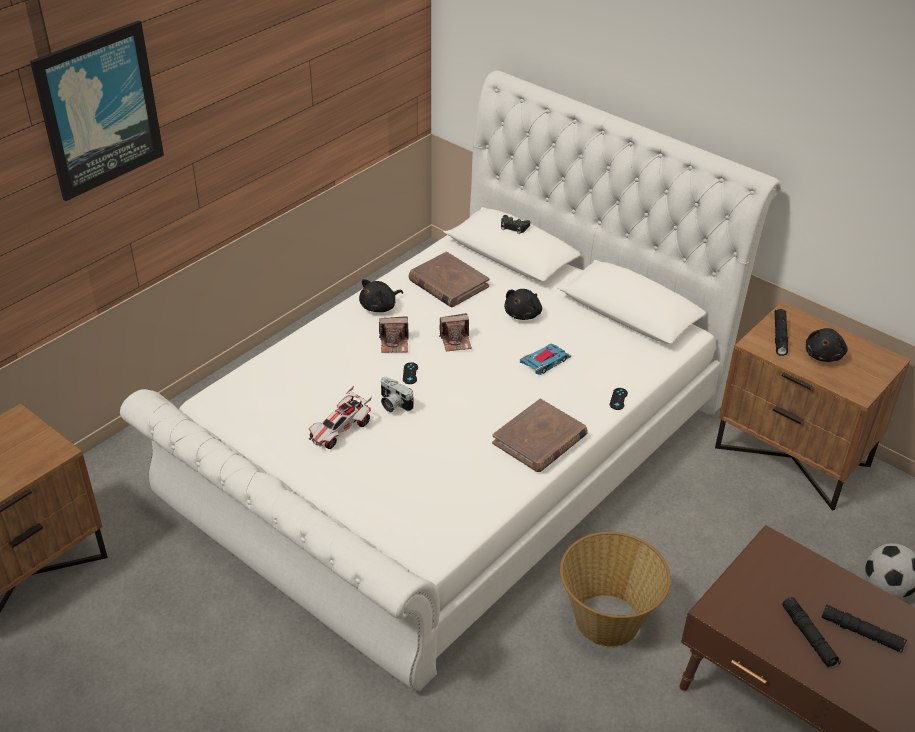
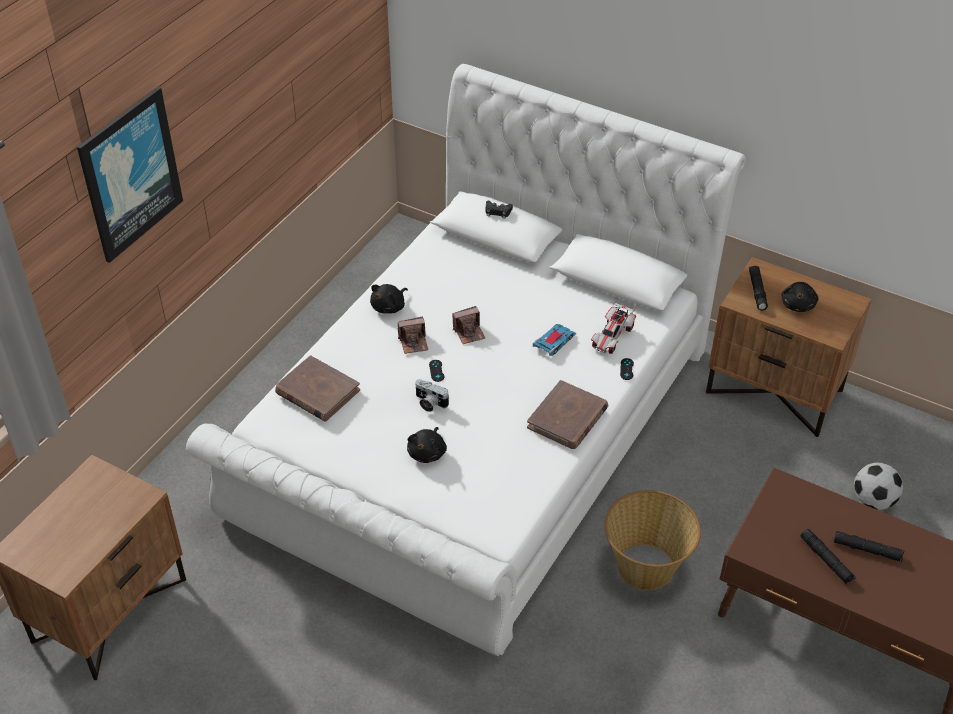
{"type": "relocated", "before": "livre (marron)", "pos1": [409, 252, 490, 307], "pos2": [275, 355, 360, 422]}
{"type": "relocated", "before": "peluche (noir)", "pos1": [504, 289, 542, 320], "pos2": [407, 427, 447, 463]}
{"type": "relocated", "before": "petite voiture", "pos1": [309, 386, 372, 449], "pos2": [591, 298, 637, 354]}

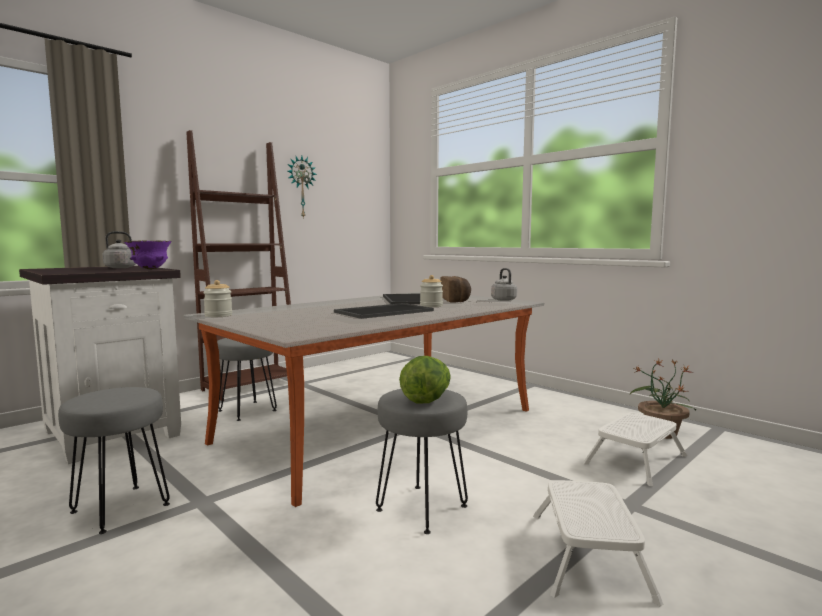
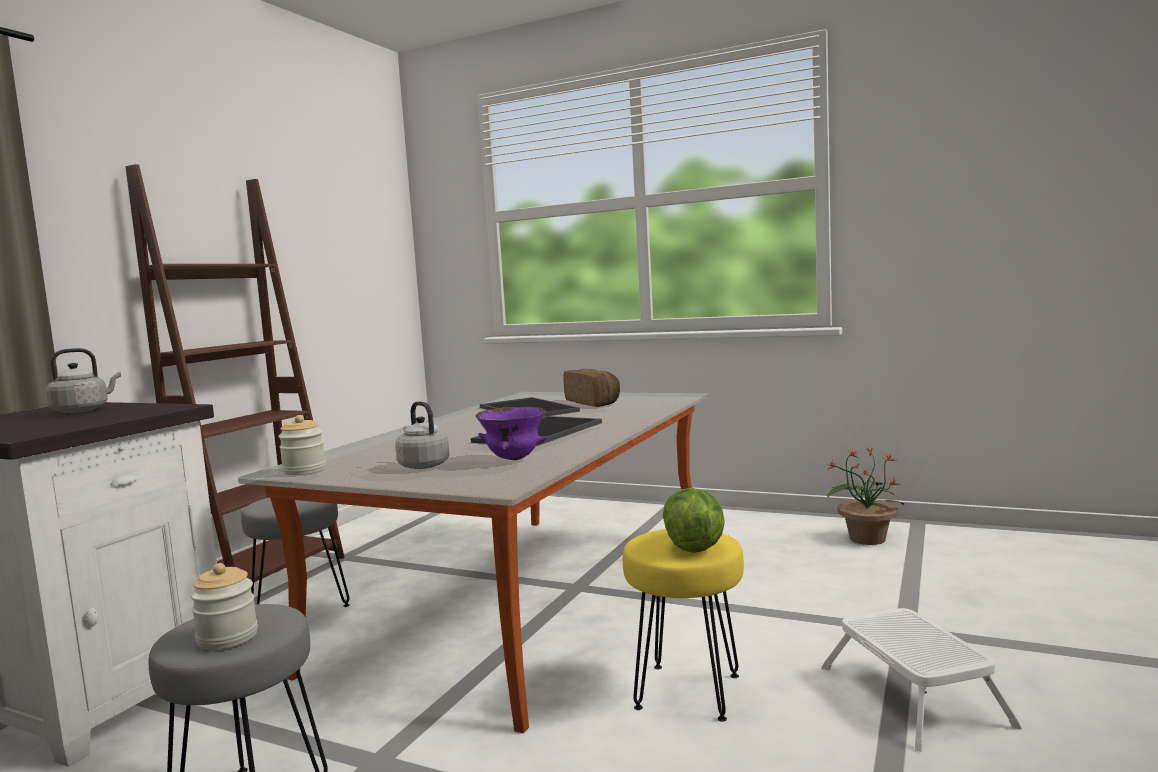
{"type": "missing", "before": "horloge murale", "pos1": [287, 156, 317, 219]}
{"type": "relocated", "before": "bol (violet)", "pos1": [124, 241, 171, 269], "pos2": [476, 407, 547, 460]}
{"type": "relocated", "before": "bouilloire (gris)", "pos1": [491, 268, 517, 301], "pos2": [395, 401, 449, 469]}
{"type": "relocated", "before": "bocal", "pos1": [420, 275, 443, 307], "pos2": [190, 563, 258, 650]}
{"type": "colour", "before": "tabouret (gris)", "after": "tabouret (jaune)", "pos1": [376, 389, 468, 534], "pos2": [623, 529, 744, 722]}
{"type": "missing", "before": "escabeau (blanc)", "pos1": [583, 412, 687, 486]}

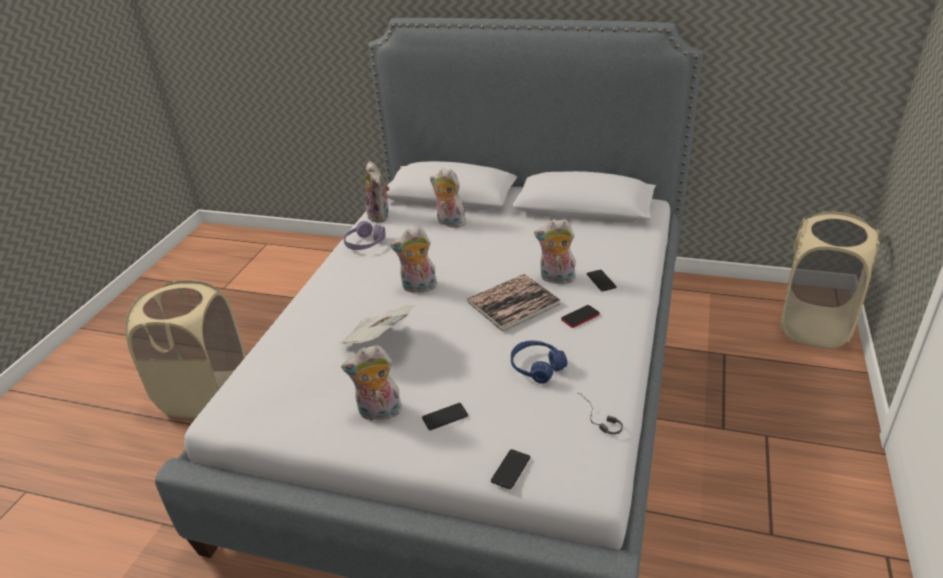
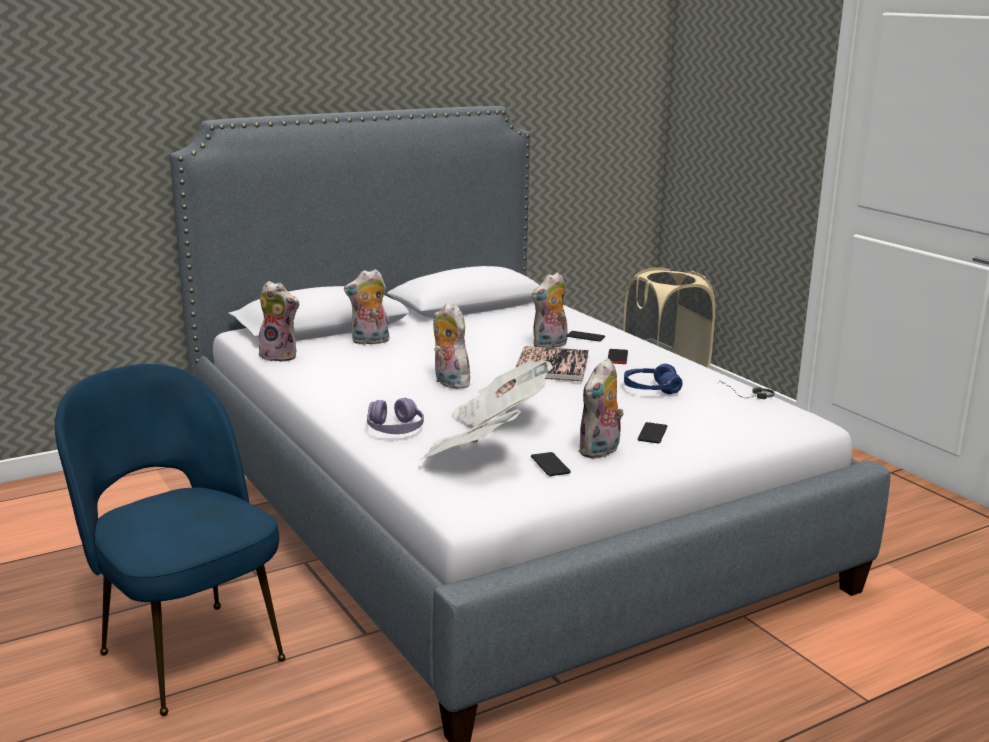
{"type": "relocated", "before": "casque audio (violet)", "pos1": [343, 221, 385, 250], "pos2": [367, 398, 424, 434]}
{"type": "spun", "before": "peluche", "pos1": [390, 227, 437, 293], "pos2": [433, 303, 470, 389], "turn": 105}
{"type": "exchanged", "before": "panier à linge (beige)", "after": "chaise (bleu)", "pos1": [125, 280, 246, 418], "pos2": [55, 364, 285, 716]}
{"type": "relocated", "before": "téléphone", "pos1": [491, 449, 530, 489], "pos2": [531, 452, 571, 476]}
{"type": "appeared", "after": "journal", "pos2": [420, 408, 521, 460]}

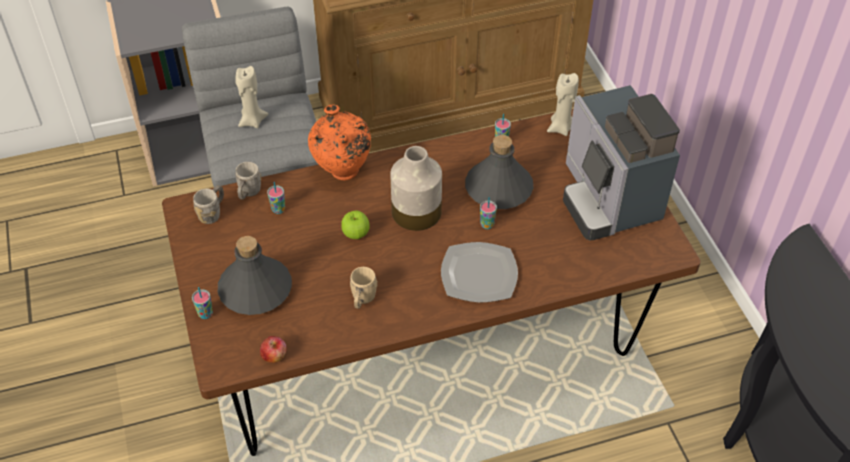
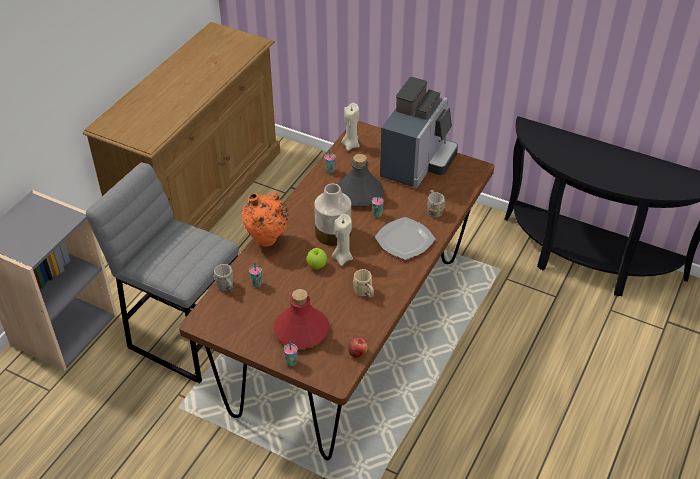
{"type": "relocated", "before": "bougie (beige)", "pos1": [235, 66, 268, 128], "pos2": [332, 214, 353, 266]}
{"type": "spun", "before": "machine à café", "pos1": [563, 85, 680, 240], "pos2": [380, 77, 458, 189], "turn": -90}
{"type": "relocated", "before": "mug (gris)", "pos1": [193, 185, 224, 224], "pos2": [427, 190, 445, 218]}
{"type": "colour", "before": "bouteille (gris)", "after": "bouteille (rouge)", "pos1": [218, 236, 292, 315], "pos2": [274, 289, 329, 349]}

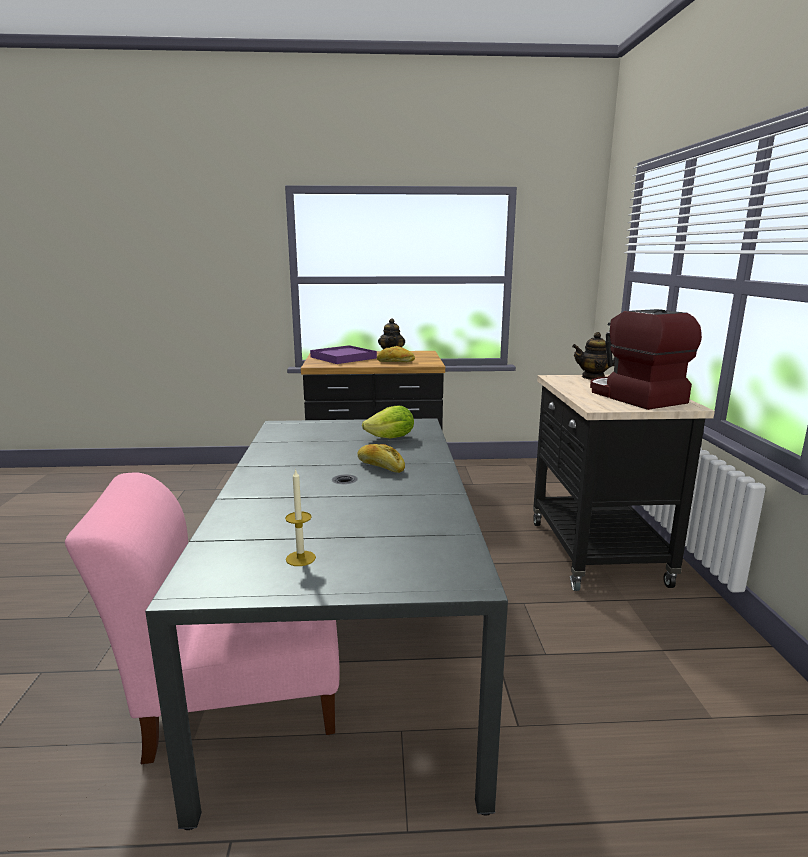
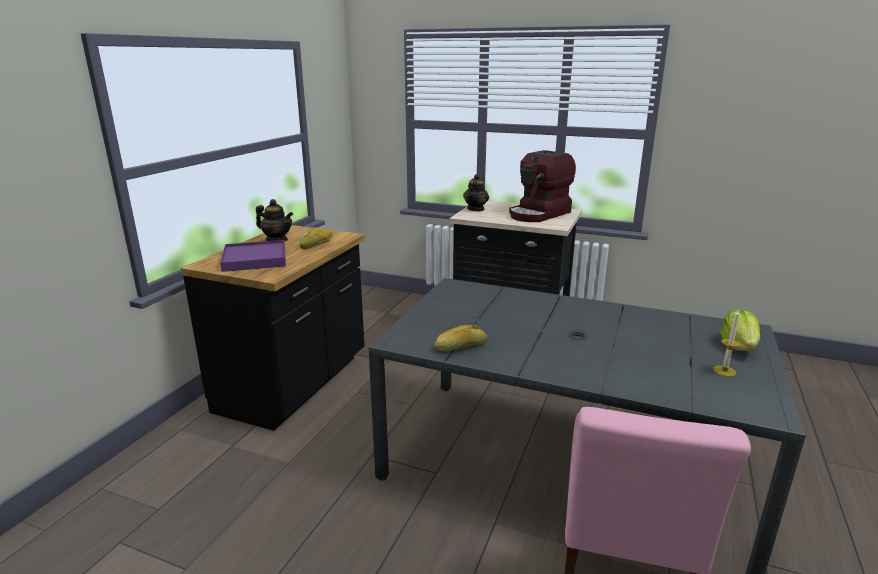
{"type": "spun", "before": "machine à café", "pos1": [590, 309, 702, 410], "pos2": [509, 150, 576, 222], "turn": -45}
{"type": "relocated", "before": "laitue", "pos1": [362, 405, 414, 438], "pos2": [720, 309, 760, 351]}
{"type": "relocated", "before": "pain", "pos1": [357, 444, 405, 473], "pos2": [434, 325, 487, 351]}

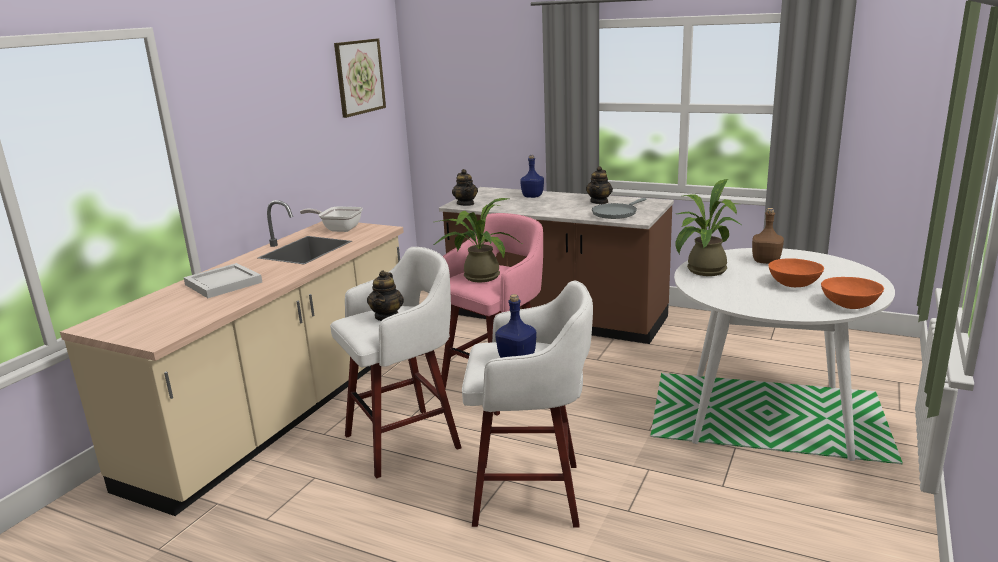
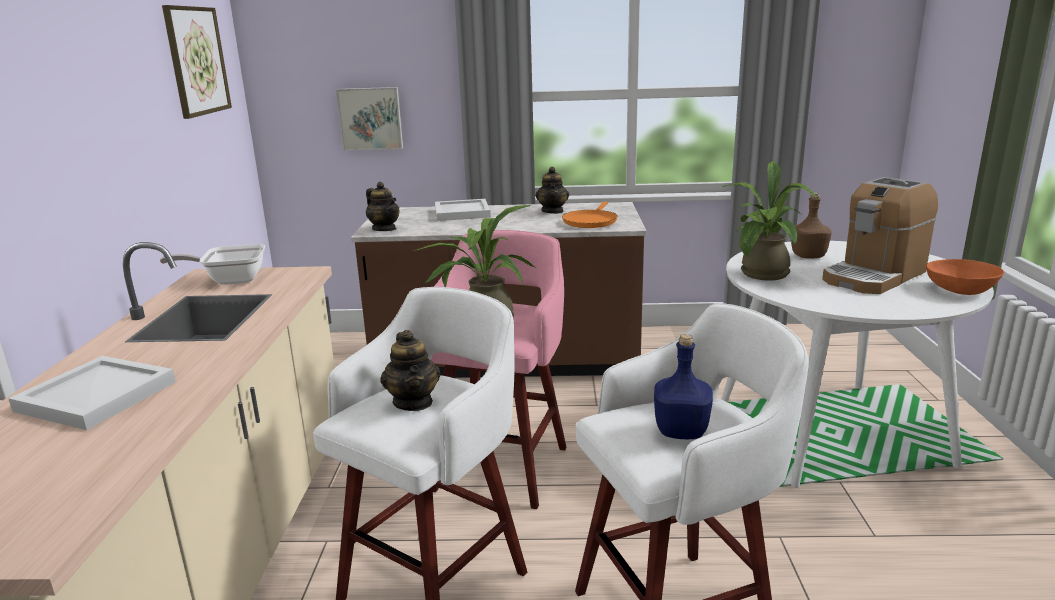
{"type": "exchanged", "before": "bouteille (bleu)", "after": "plateau (blanc)", "pos1": [520, 155, 544, 198], "pos2": [435, 199, 491, 221]}
{"type": "colour", "before": "poêle (gris)", "after": "poêle (orange)", "pos1": [592, 198, 647, 219], "pos2": [562, 201, 617, 228]}
{"type": "exchanged", "before": "bol (orange)", "after": "machine à café", "pos1": [768, 258, 824, 287], "pos2": [822, 177, 938, 294]}
{"type": "appeared", "after": "tableau", "pos2": [336, 87, 403, 151]}

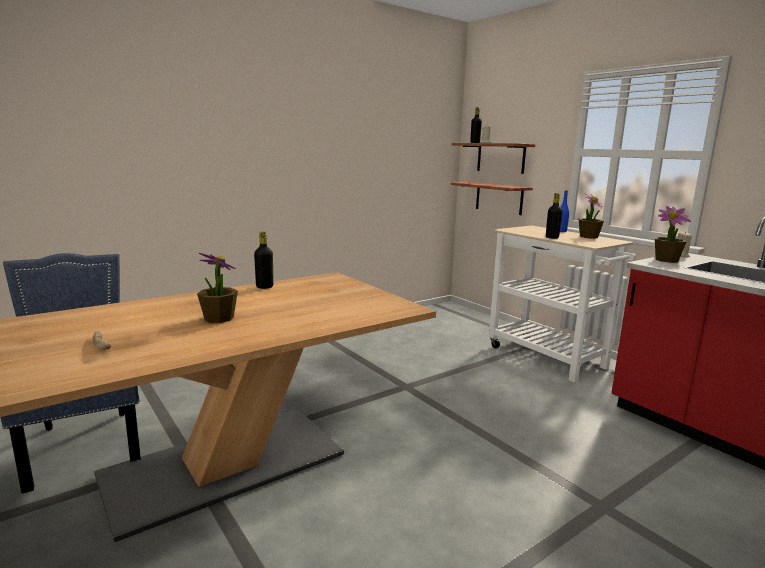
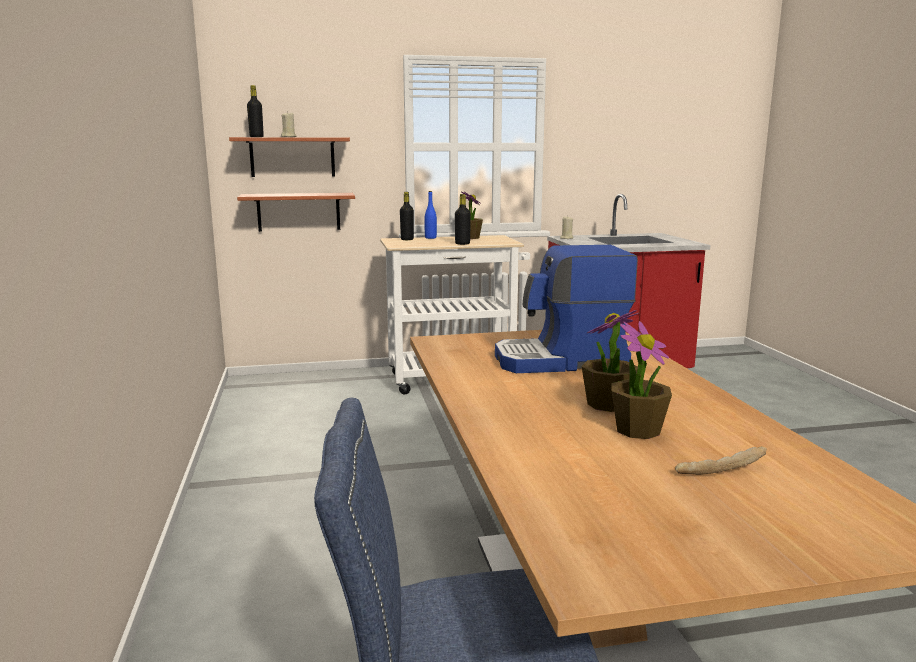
{"type": "relocated", "before": "plante en pot", "pos1": [655, 206, 691, 263], "pos2": [611, 321, 672, 439]}
{"type": "relocated", "before": "bouteille (noir)", "pos1": [254, 232, 273, 289], "pos2": [400, 192, 414, 240]}
{"type": "appeared", "after": "machine à café", "pos2": [495, 245, 638, 373]}

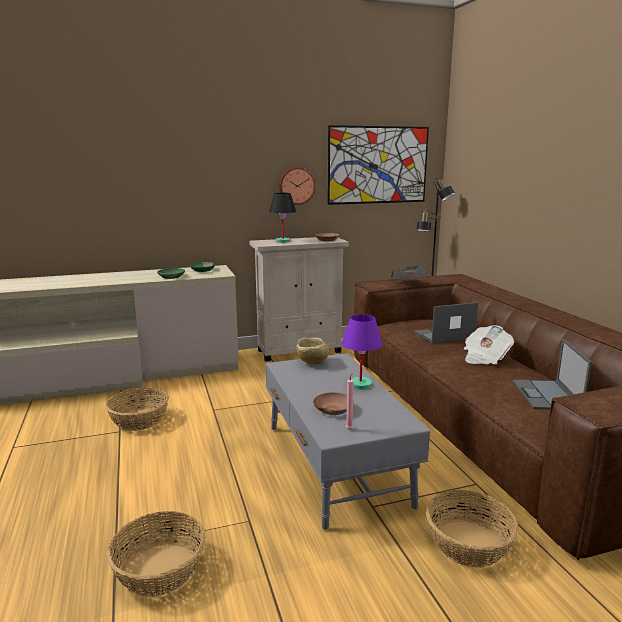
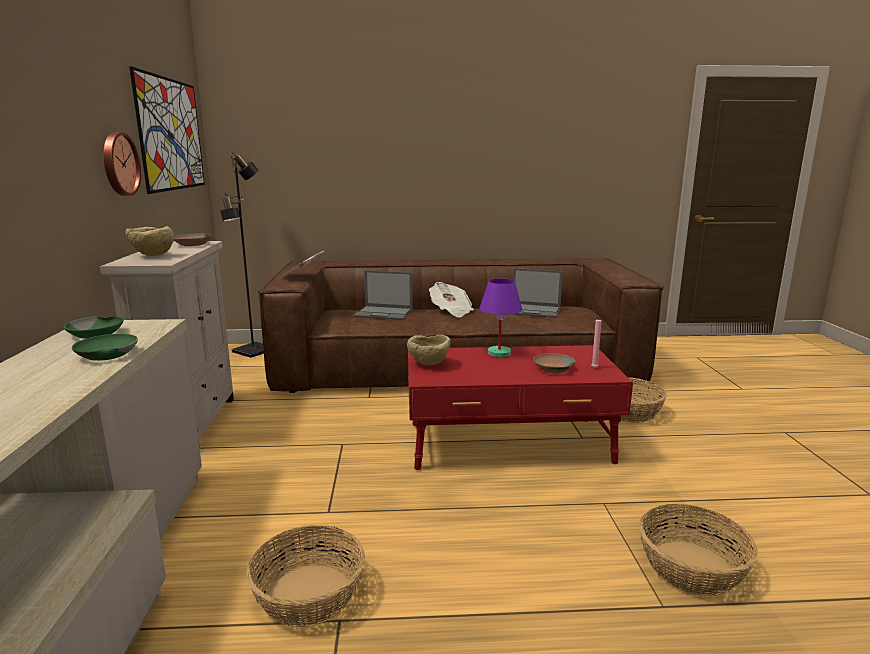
{"type": "exchanged", "before": "lampe de table (noir)", "after": "bol (beige)", "pos1": [269, 193, 296, 243], "pos2": [125, 226, 174, 256]}
{"type": "spun", "before": "ordinateur portable", "pos1": [415, 302, 478, 344], "pos2": [353, 270, 413, 320], "turn": -75}
{"type": "colour", "before": "table basse (gris)", "after": "table basse (rouge)", "pos1": [266, 353, 430, 530], "pos2": [408, 345, 633, 470]}

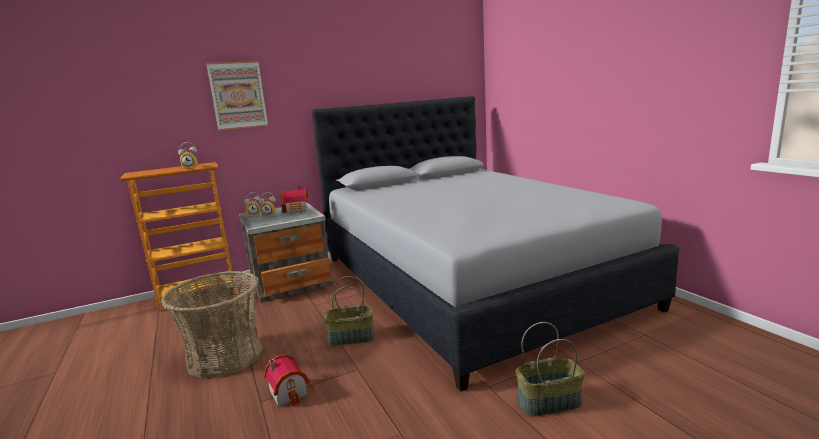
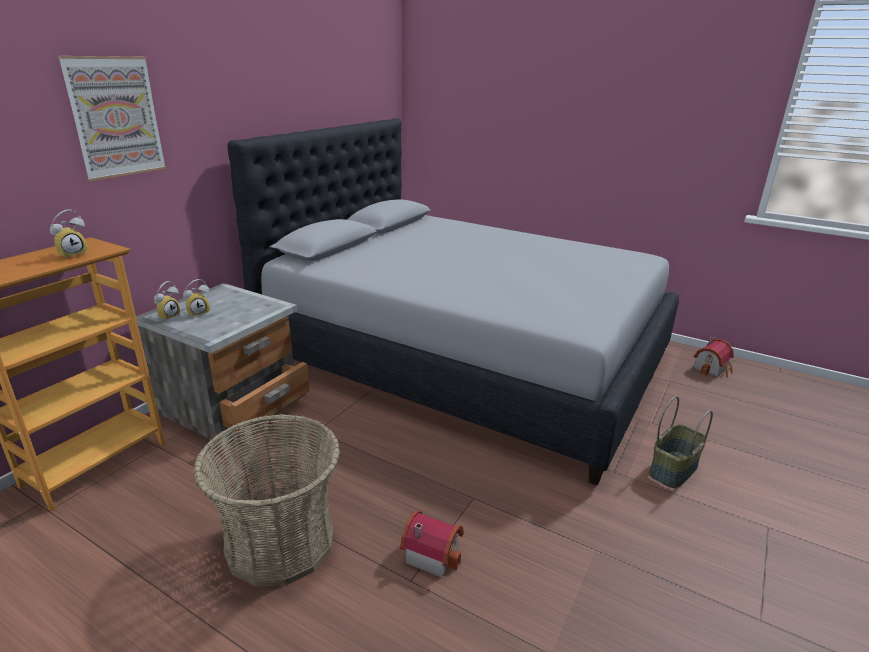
{"type": "relocated", "before": "maison miniature", "pos1": [282, 186, 308, 215], "pos2": [694, 337, 734, 378]}
{"type": "missing", "before": "panier", "pos1": [324, 276, 375, 346]}

